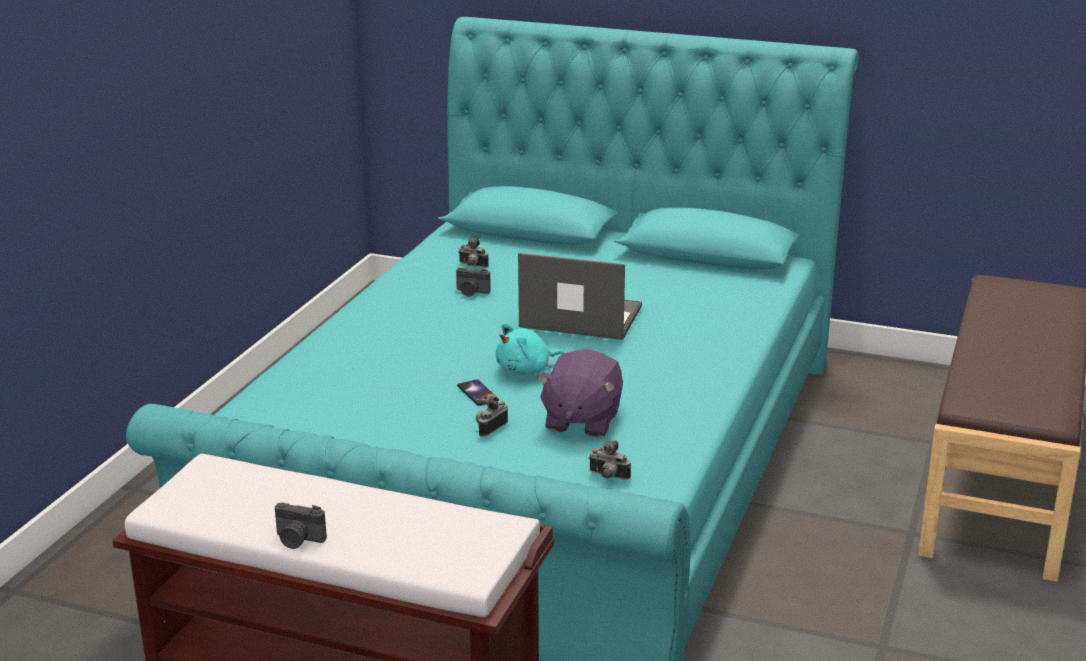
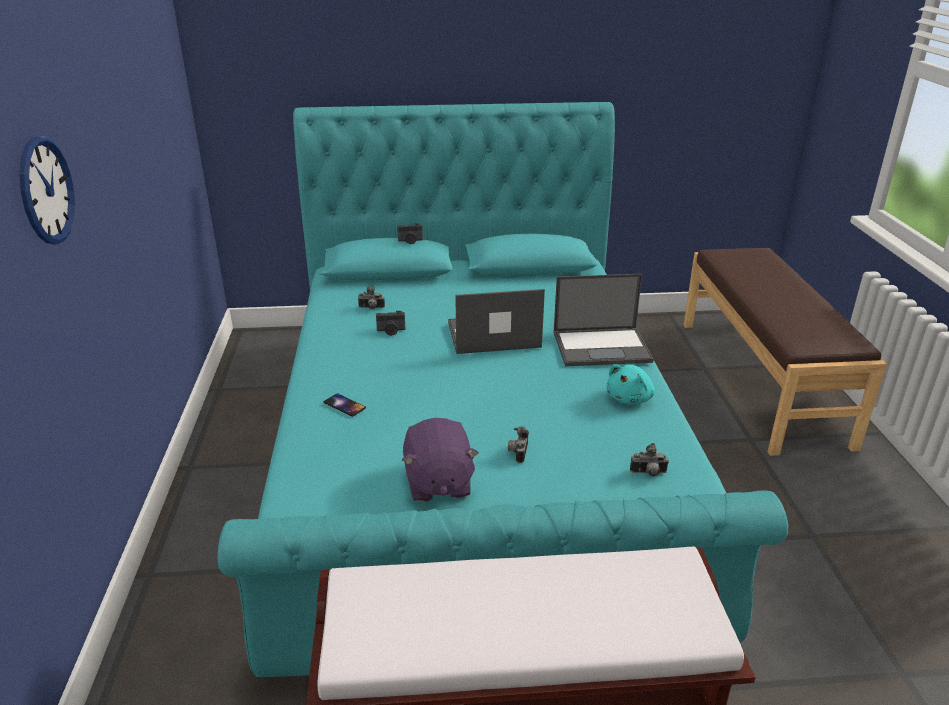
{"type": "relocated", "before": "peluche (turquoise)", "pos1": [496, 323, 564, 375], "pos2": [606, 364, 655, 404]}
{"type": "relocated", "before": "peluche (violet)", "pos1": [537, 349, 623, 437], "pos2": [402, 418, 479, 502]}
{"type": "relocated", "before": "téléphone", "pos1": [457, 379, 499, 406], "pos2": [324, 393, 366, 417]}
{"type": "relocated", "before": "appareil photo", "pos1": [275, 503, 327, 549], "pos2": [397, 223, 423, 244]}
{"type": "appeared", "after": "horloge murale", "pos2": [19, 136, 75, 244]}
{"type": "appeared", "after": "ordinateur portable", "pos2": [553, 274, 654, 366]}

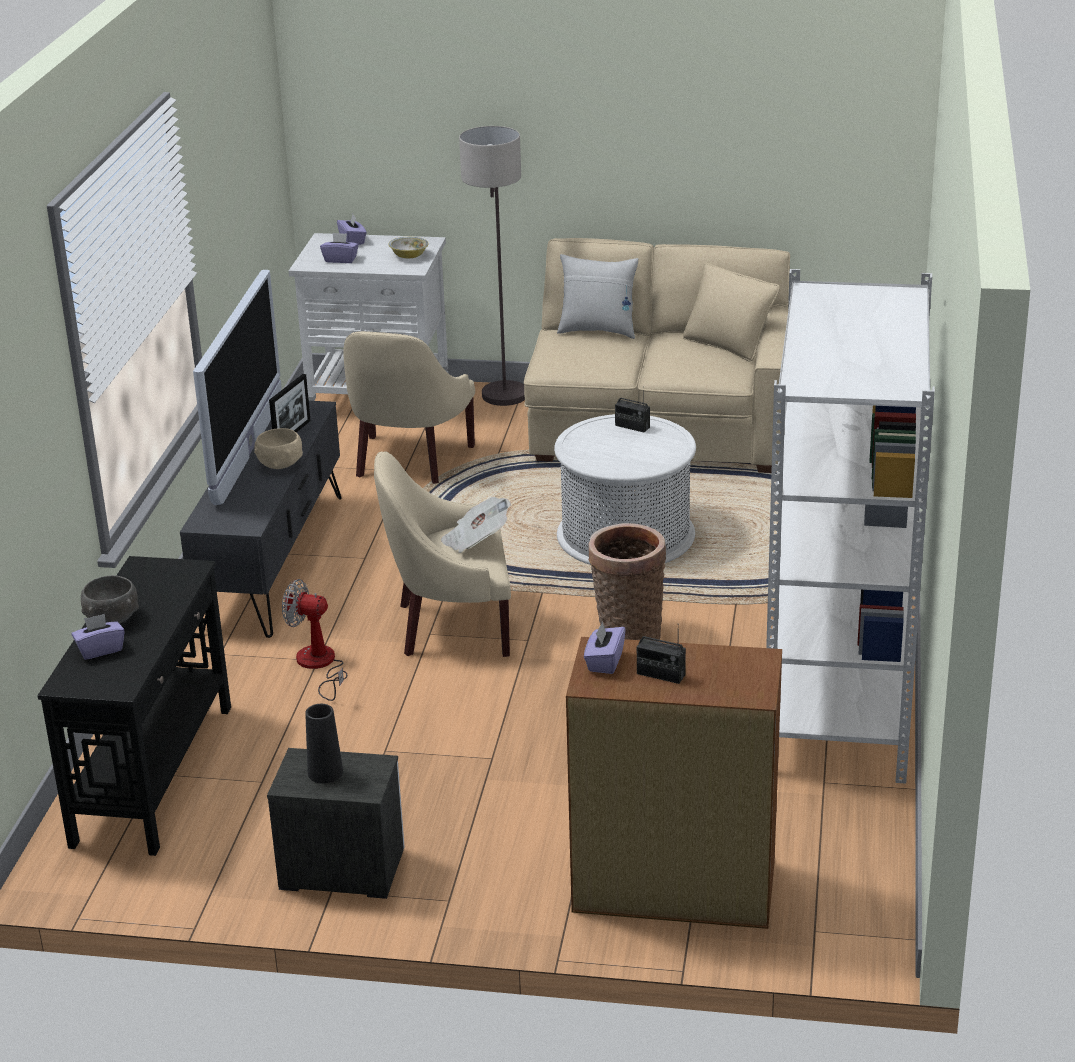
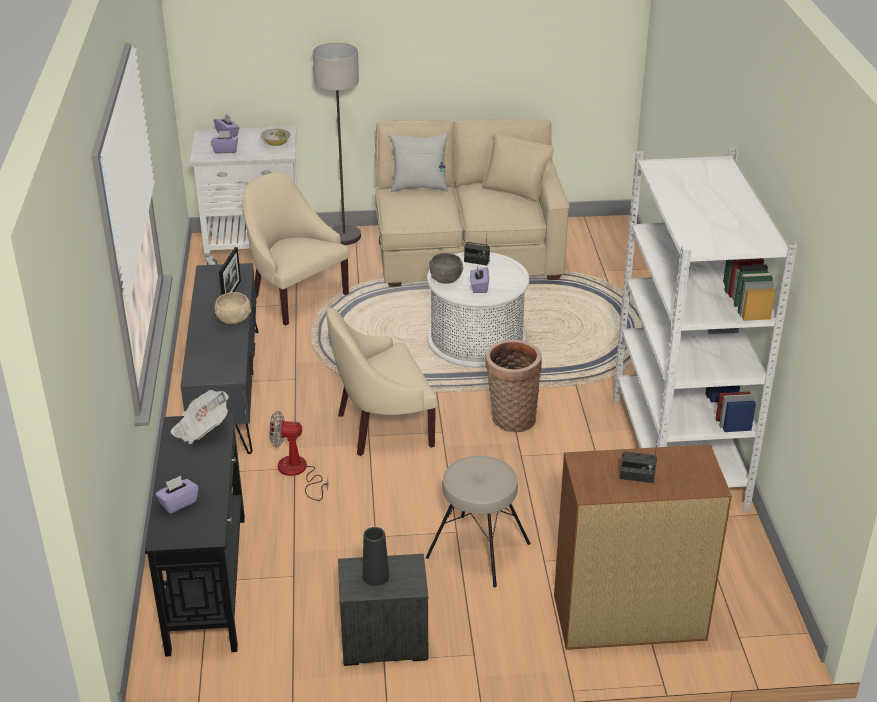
{"type": "missing", "before": "téléviseur", "pos1": [193, 270, 281, 505]}
{"type": "spun", "before": "fauteuil (beige)", "pos1": [344, 331, 475, 484], "pos2": [243, 172, 350, 326], "turn": 135}
{"type": "relocated", "before": "journal", "pos1": [441, 497, 511, 553], "pos2": [171, 390, 229, 444]}
{"type": "relocated", "before": "bol (gris)", "pos1": [81, 575, 139, 624], "pos2": [429, 253, 463, 284]}
{"type": "relocated", "before": "boîte à mouchoirs (violet)", "pos1": [584, 622, 626, 674], "pos2": [470, 266, 489, 293]}
{"type": "appeared", "after": "tabouret (beige)", "pos2": [426, 456, 530, 587]}

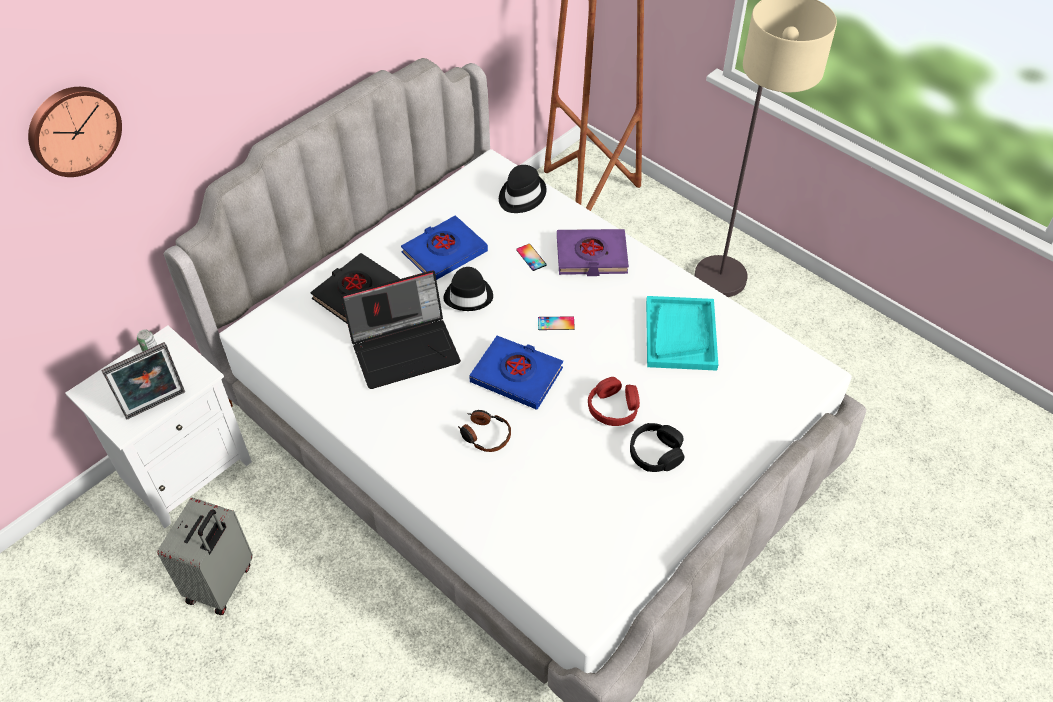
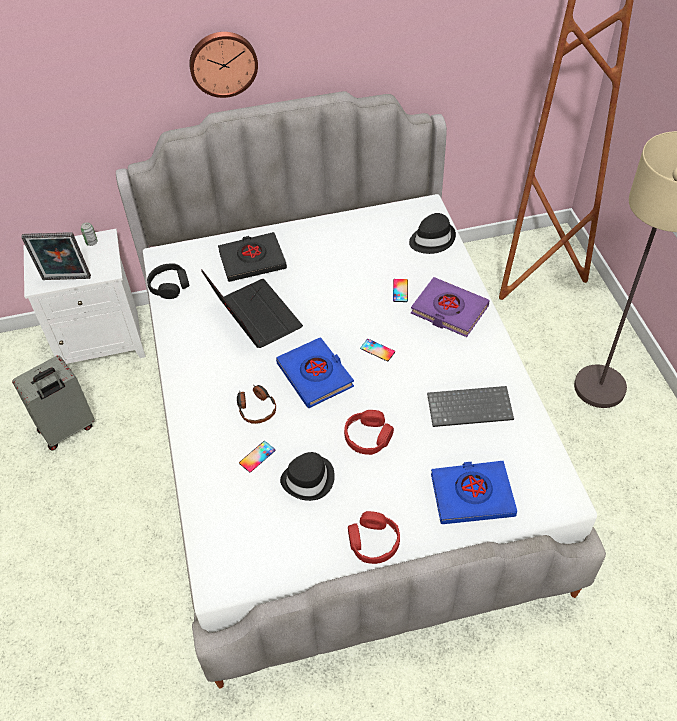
{"type": "relocated", "before": "horloge murale", "pos1": [28, 87, 122, 177], "pos2": [189, 32, 258, 98]}
{"type": "relocated", "before": "livre (bleu)", "pos1": [401, 215, 488, 280], "pos2": [431, 461, 517, 524]}
{"type": "relocated", "before": "chapeau (noir)", "pos1": [444, 267, 493, 311], "pos2": [280, 452, 335, 501]}
{"type": "spun", "before": "ordinateur portable", "pos1": [341, 270, 461, 389], "pos2": [201, 270, 303, 348], "turn": -135}
{"type": "exchanged", "before": "plateau (turquoise)", "after": "clavier", "pos1": [646, 296, 718, 371], "pos2": [427, 386, 514, 427]}
{"type": "relocated", "before": "casque audio (noir)", "pos1": [630, 423, 684, 472], "pos2": [147, 263, 190, 299]}
{"type": "appeared", "after": "téléphone", "pos2": [239, 441, 276, 472]}
{"type": "appeared", "after": "casque audio (rouge)", "pos2": [348, 511, 400, 564]}

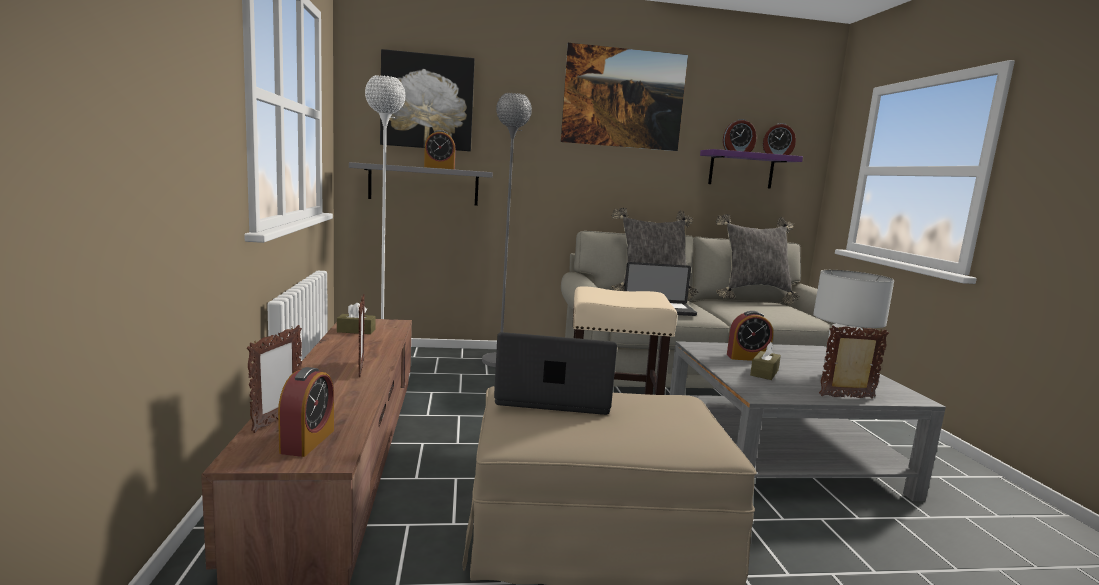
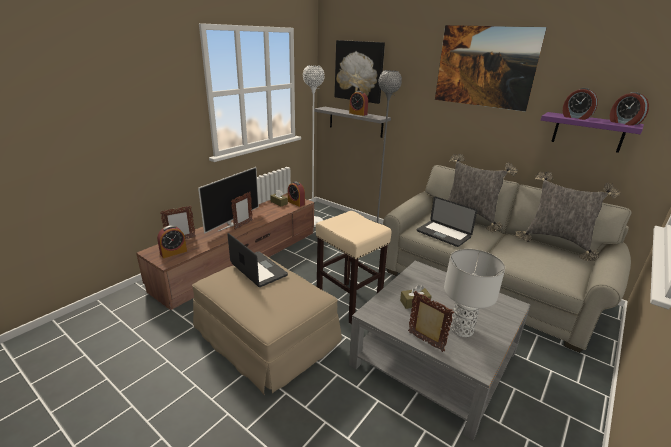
{"type": "relocated", "before": "réveil", "pos1": [727, 311, 773, 361], "pos2": [288, 182, 305, 207]}
{"type": "appeared", "after": "téléviseur", "pos2": [198, 167, 259, 233]}

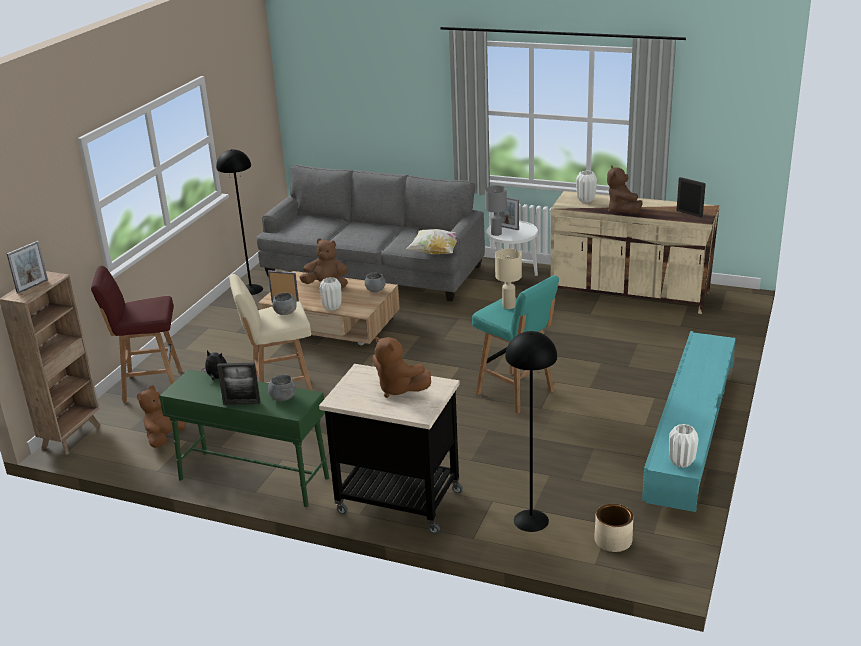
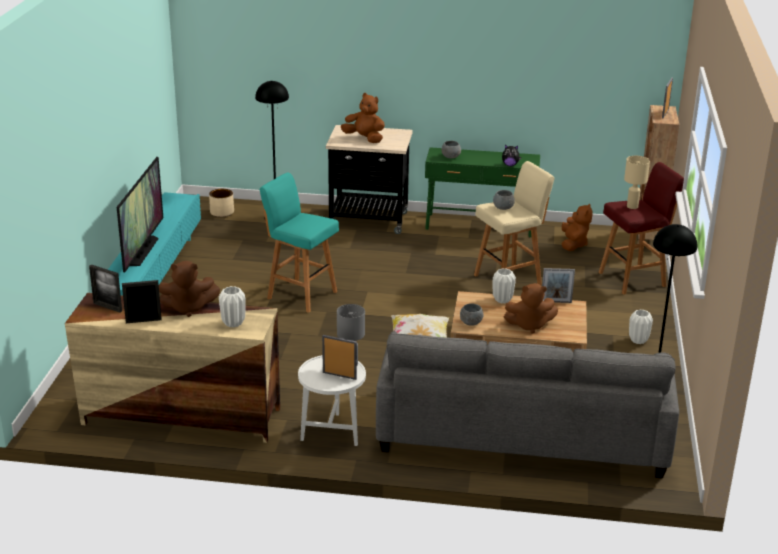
{"type": "spun", "before": "peluche (marron)", "pos1": [607, 165, 643, 213], "pos2": [159, 261, 220, 317], "turn": 105}
{"type": "relocated", "before": "lampe de table (beige)", "pos1": [495, 248, 522, 309], "pos2": [624, 156, 650, 209]}
{"type": "relocated", "before": "cadre photo", "pos1": [217, 362, 260, 405], "pos2": [122, 280, 162, 323]}
{"type": "relocated", "before": "vase (blanc)", "pos1": [669, 424, 698, 468], "pos2": [629, 310, 653, 344]}
{"type": "appeared", "after": "téléviseur", "pos2": [117, 157, 163, 272]}

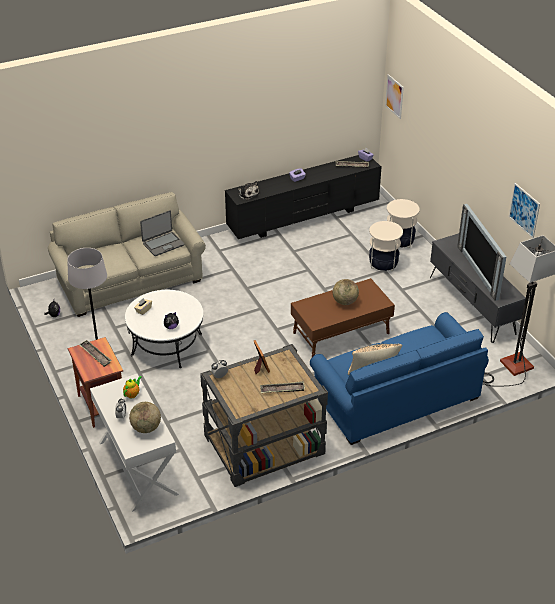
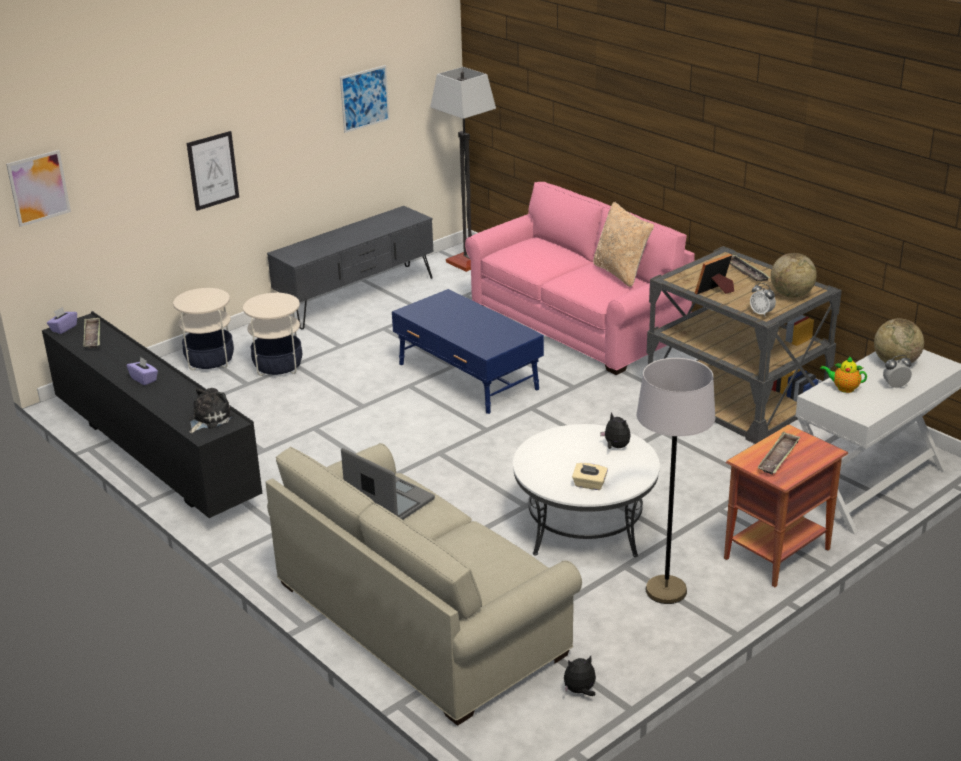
{"type": "missing", "before": "téléviseur", "pos1": [457, 204, 506, 301]}
{"type": "colour", "before": "table basse (marron)", "after": "table basse (bleu)", "pos1": [291, 278, 395, 357], "pos2": [392, 289, 544, 414]}
{"type": "relocated", "before": "globe", "pos1": [333, 279, 359, 305], "pos2": [771, 253, 817, 298]}
{"type": "colour", "before": "canapé (bleu)", "after": "canapé (rose)", "pos1": [310, 312, 489, 445], "pos2": [465, 182, 695, 375]}
{"type": "appeared", "after": "tableau", "pos2": [187, 131, 239, 211]}

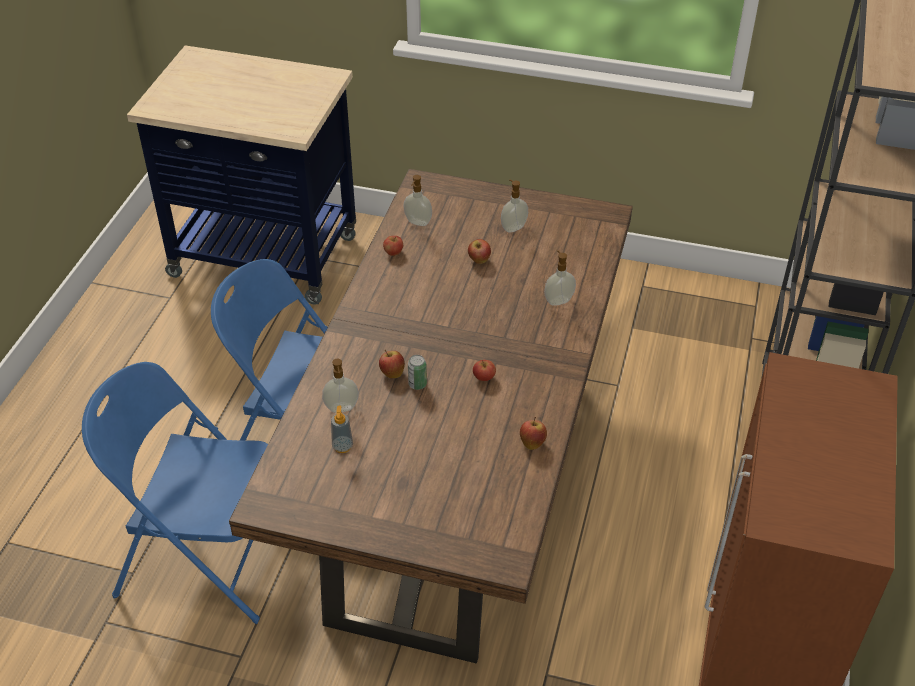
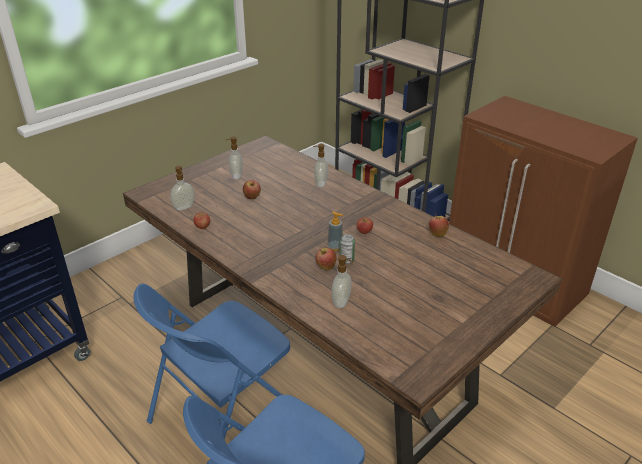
{"type": "relocated", "before": "distributeur de savon", "pos1": [331, 405, 353, 453], "pos2": [327, 212, 343, 251]}

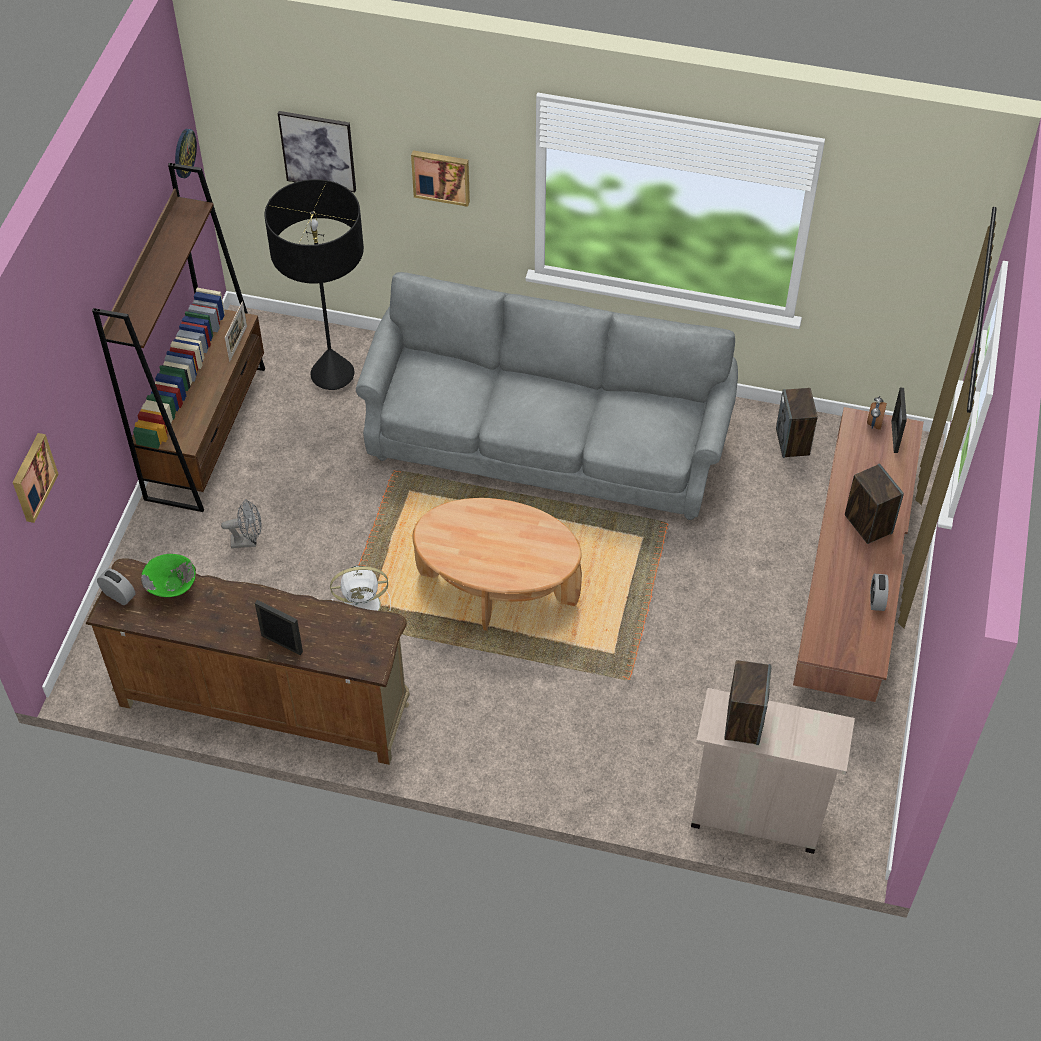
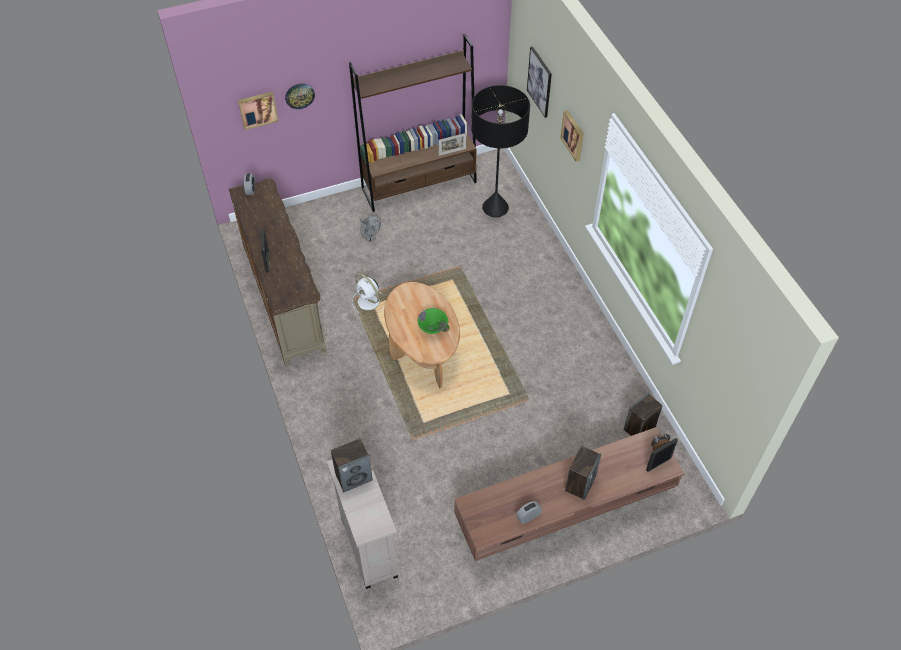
{"type": "relocated", "before": "horloge murale", "pos1": [175, 129, 197, 178], "pos2": [285, 83, 315, 109]}
{"type": "missing", "before": "canapé (gris)", "pos1": [356, 272, 738, 520]}
{"type": "relocated", "before": "bol (vert)", "pos1": [141, 554, 196, 597], "pos2": [418, 308, 449, 334]}

